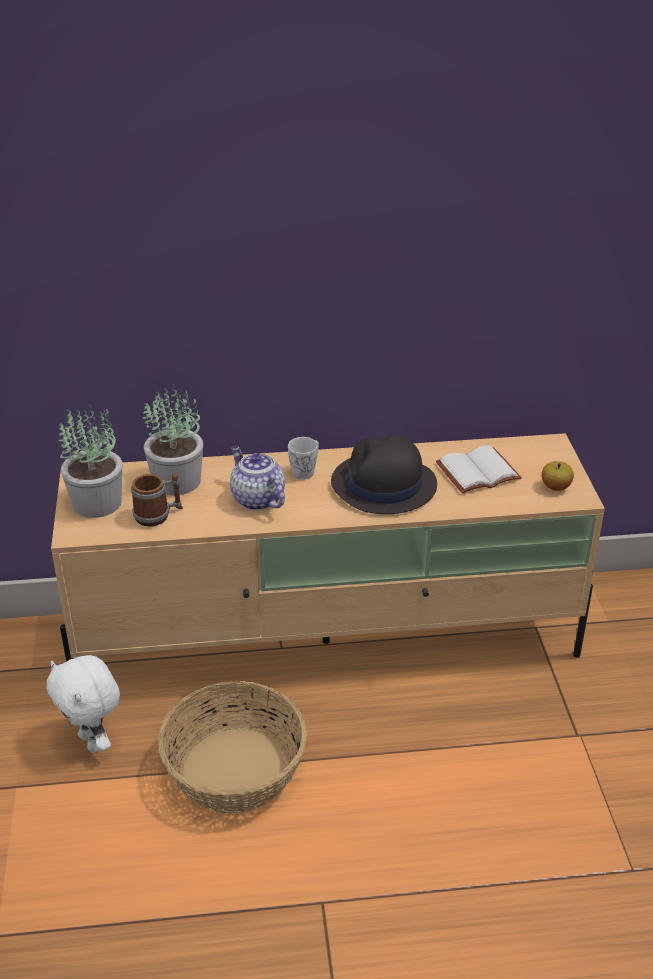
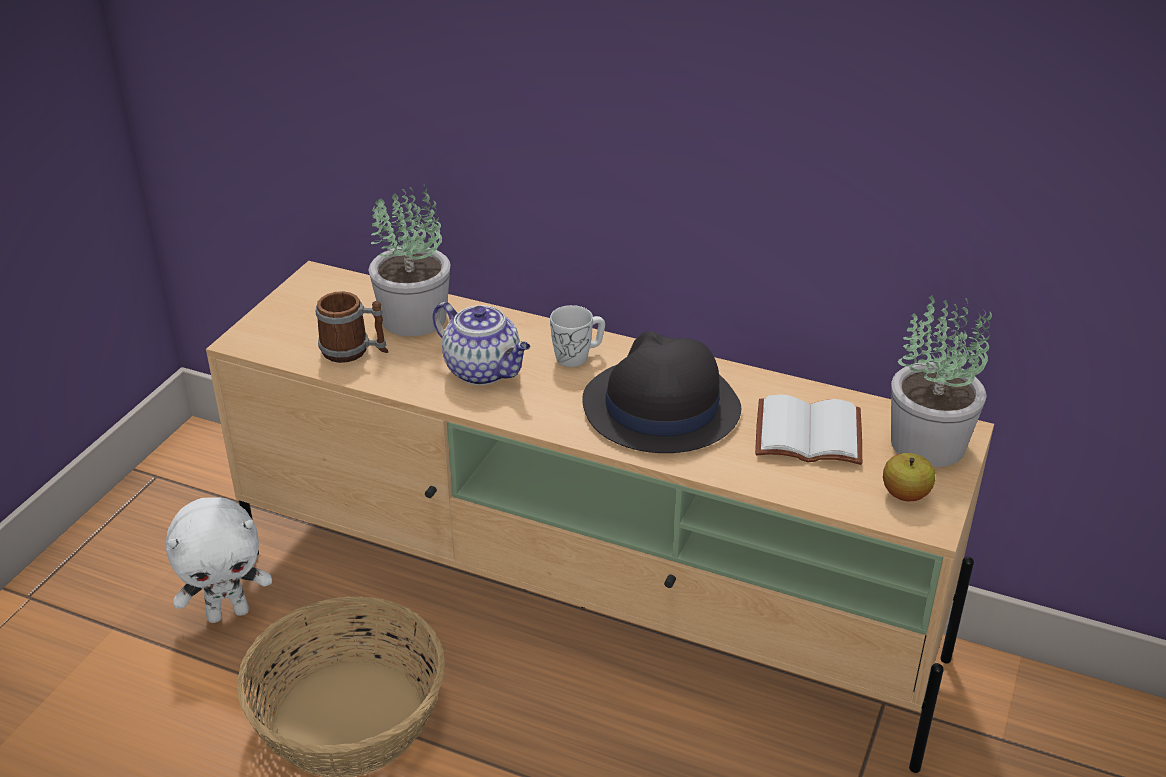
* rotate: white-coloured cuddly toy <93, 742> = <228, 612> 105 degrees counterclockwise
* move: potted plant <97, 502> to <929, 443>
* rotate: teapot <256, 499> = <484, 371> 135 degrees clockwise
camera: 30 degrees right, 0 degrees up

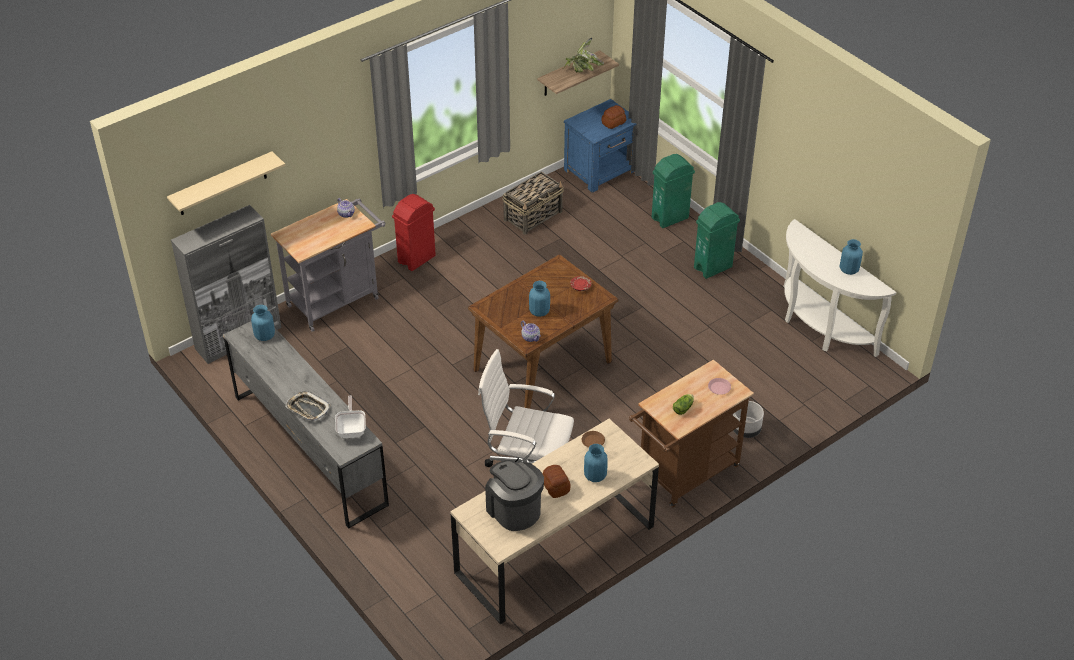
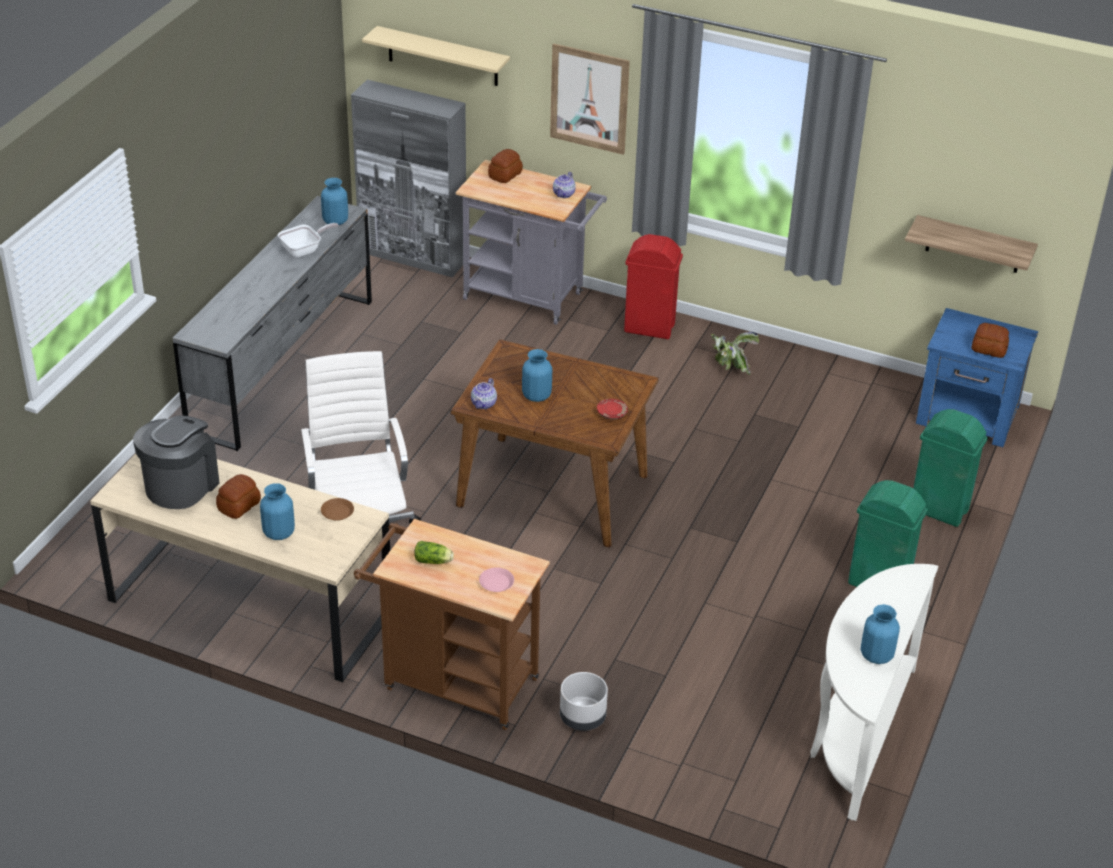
* delete: carrying tray <308, 409>
* move: pan <352, 429> to <305, 250>
* delete: basket <533, 215>
* move: potted plant <582, 71> to <729, 367>
* insert: bakery bread <506, 175>
* insert: wall art <589, 99>
camera: 60 degrees right, 5 degrees down

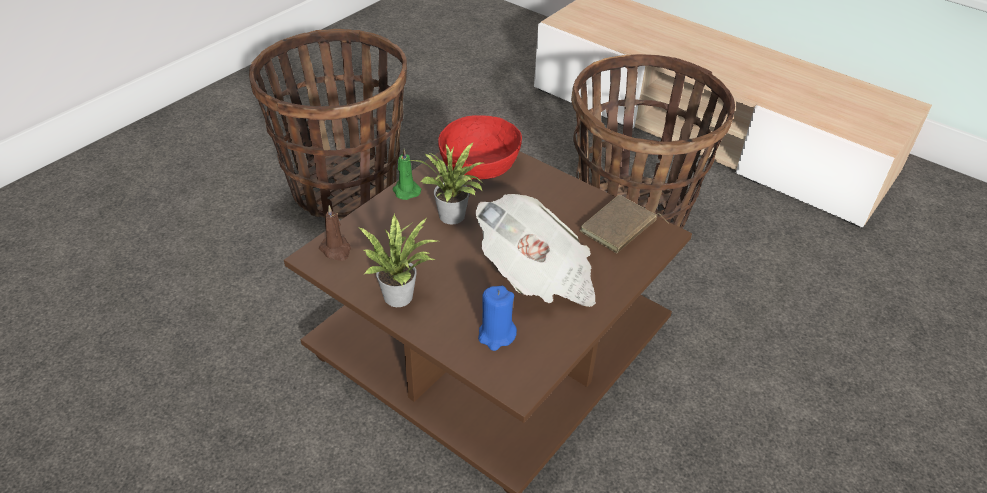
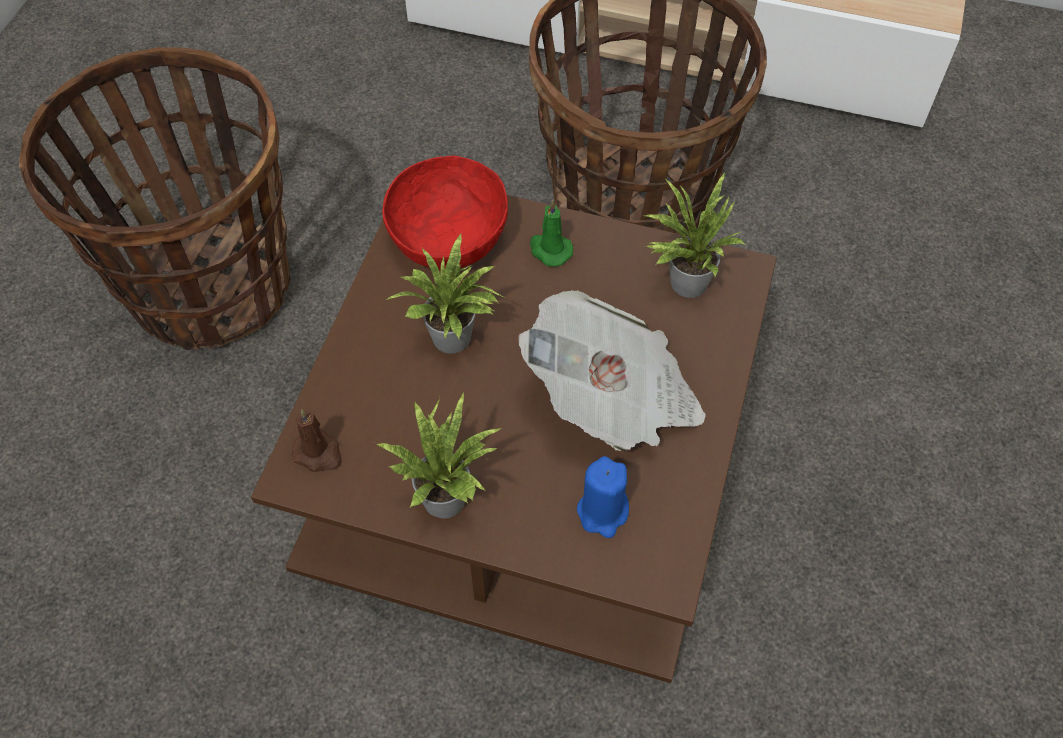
* move: green-coloured candle <405, 190> to <549, 250>
* replace: brown volume <619, 228> to potted plant <683, 281>
camera: 20 degrees left, 15 degrees up

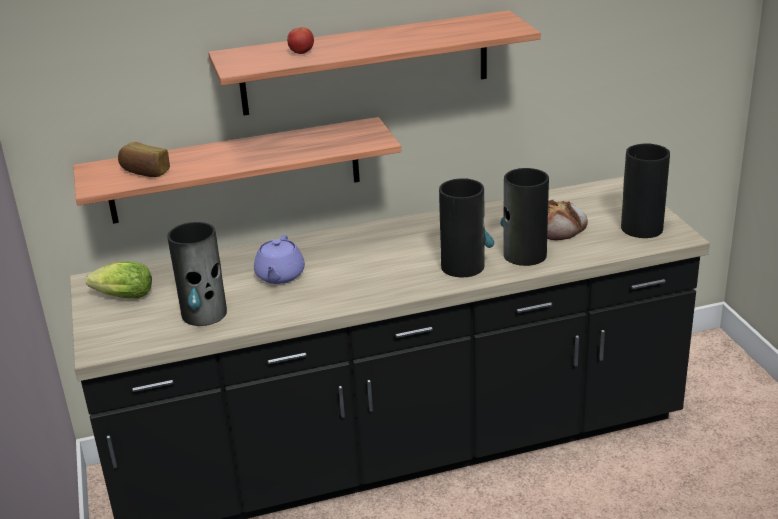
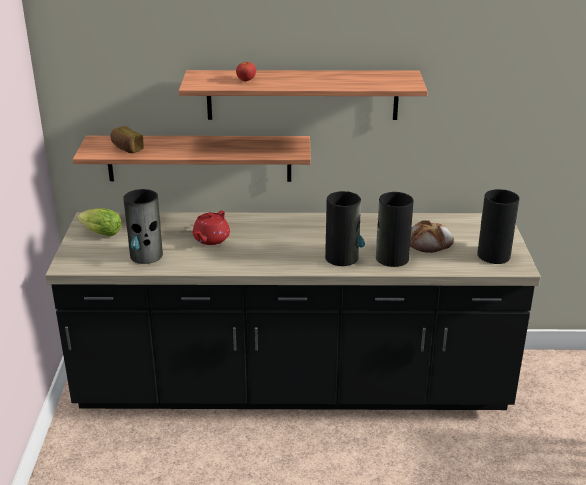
* recolor: purplish teapot <280, 276> to red-coloured teapot <211, 239>
camera: 15 degrees right, 0 degrees up

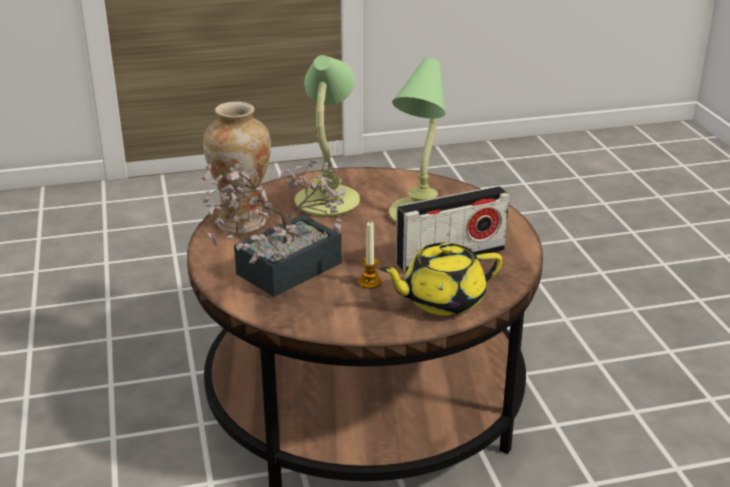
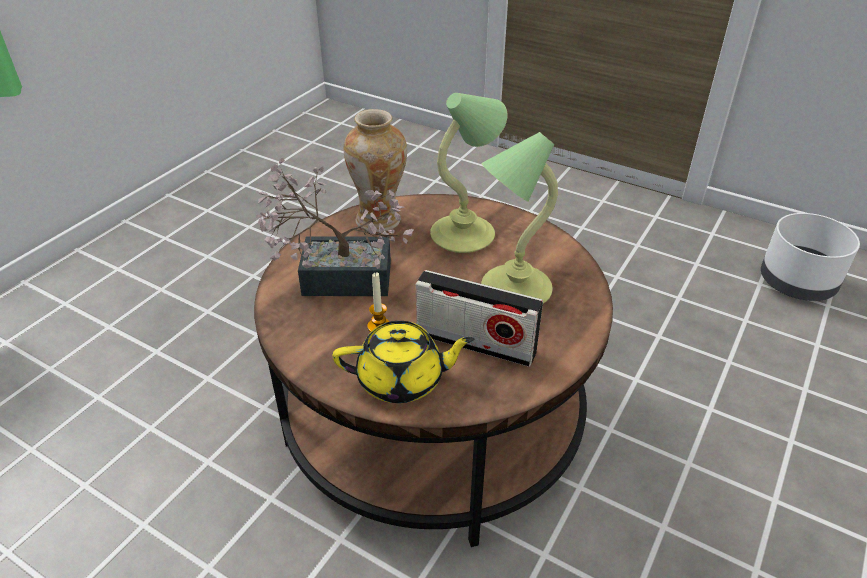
* rotate: yellow-coloured teapot <441, 300> = <402, 380> 150 degrees clockwise
* insert: white-coloured plant pot <797, 282>
camera: 45 degrees right, 10 degrees up

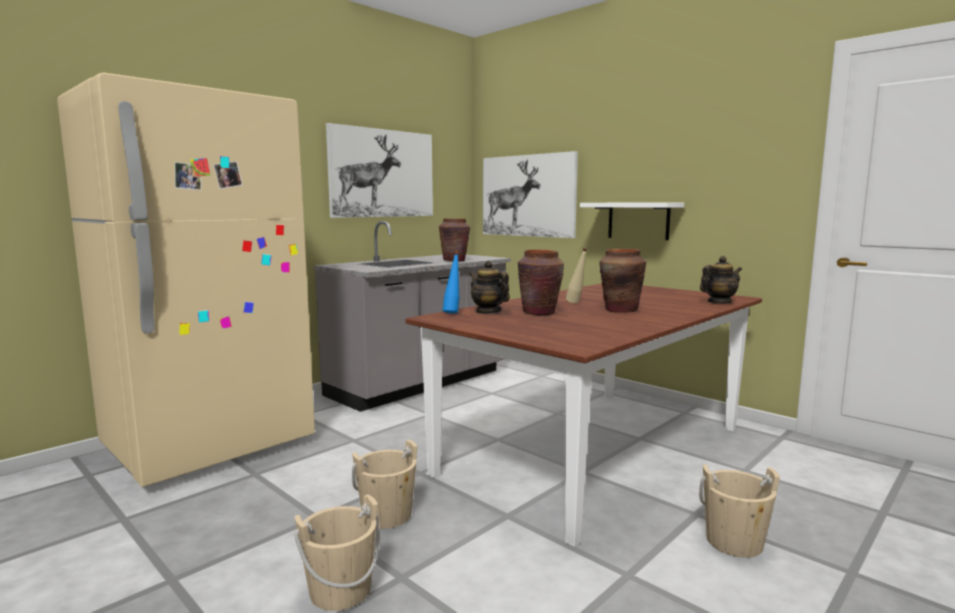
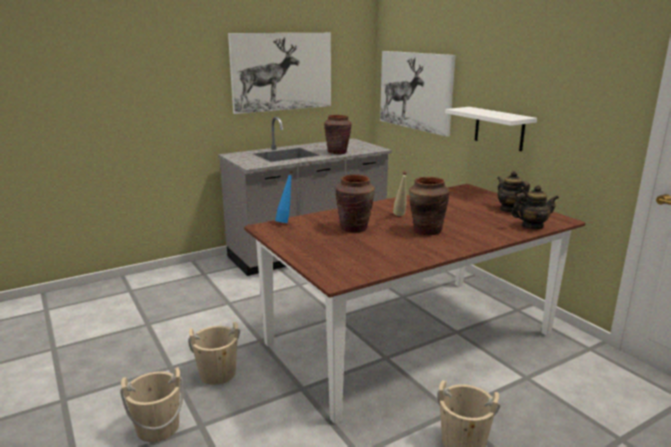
* delete: beige refrigerator <210, 446>
* move: teapot <488, 312> to <509, 209>
camera: 15 degrees right, 10 degrees up

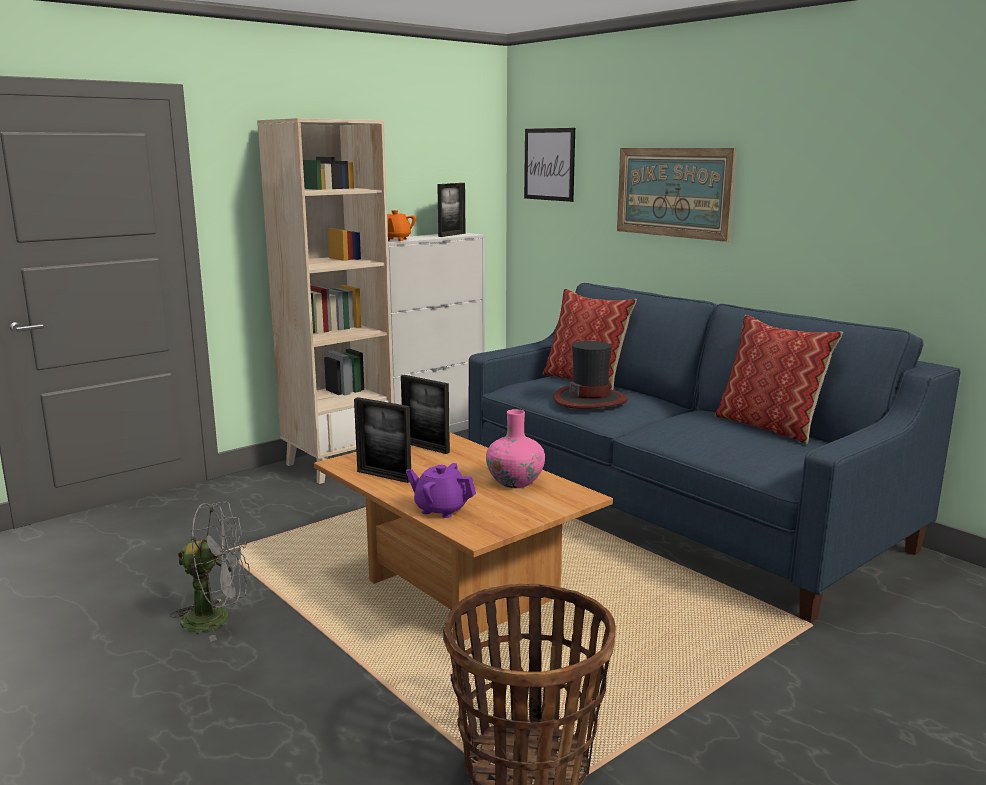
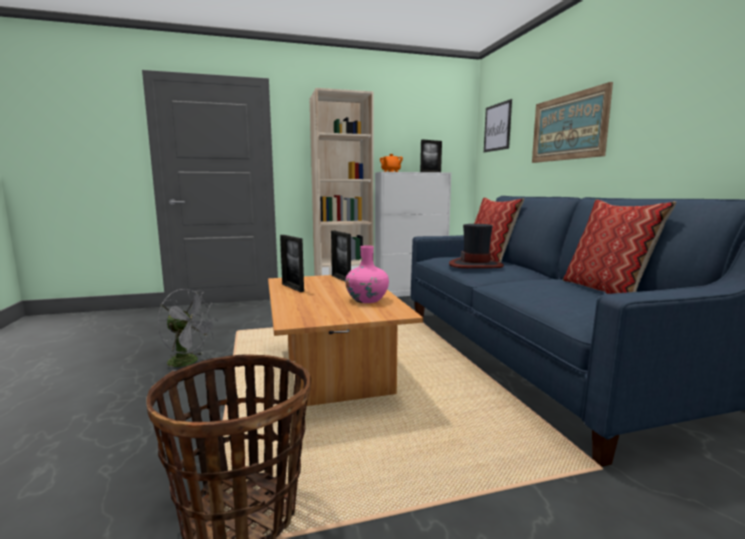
* delete: purplish teapot <441, 509>
camera: 25 degrees right, 5 degrees down

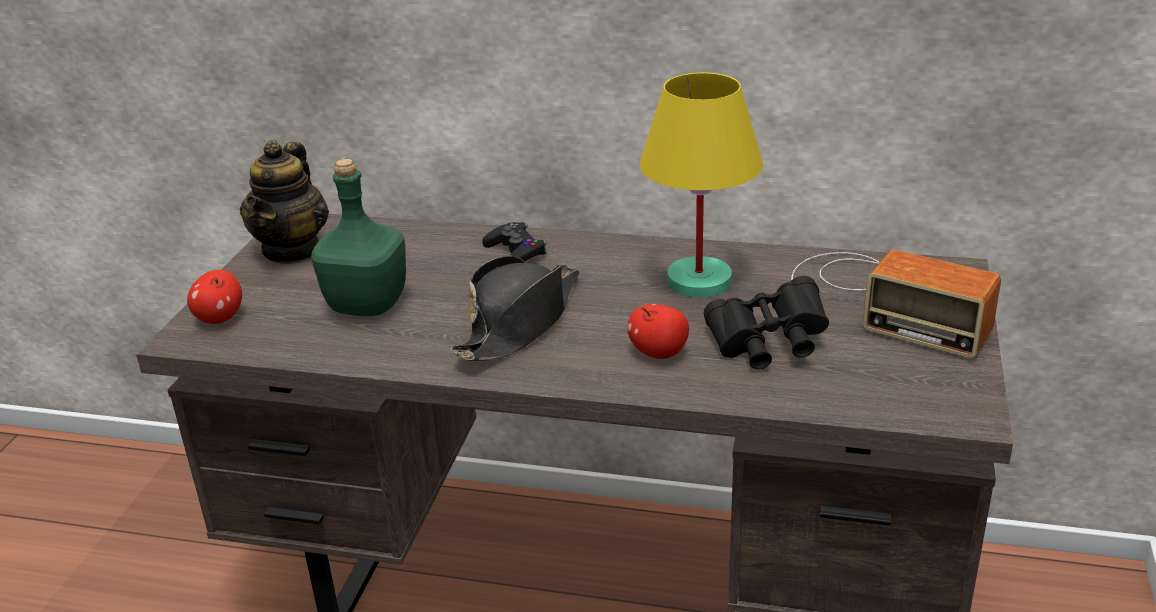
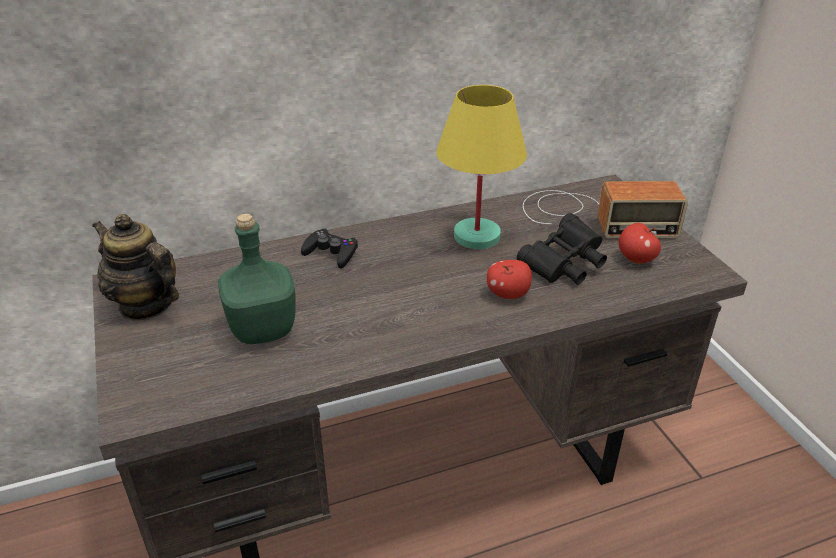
* move: apple fruit <219, 319> to <636, 259>
* rotate: teapot <293, 250> = <145, 305> 150 degrees clockwise
* delete: black-coloured hat <520, 322>
camera: 35 degrees left, 5 degrees up

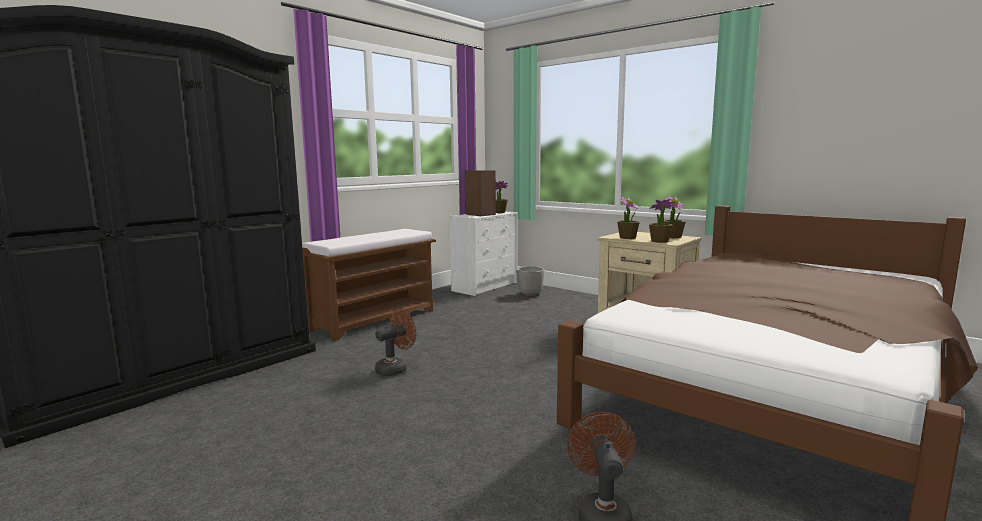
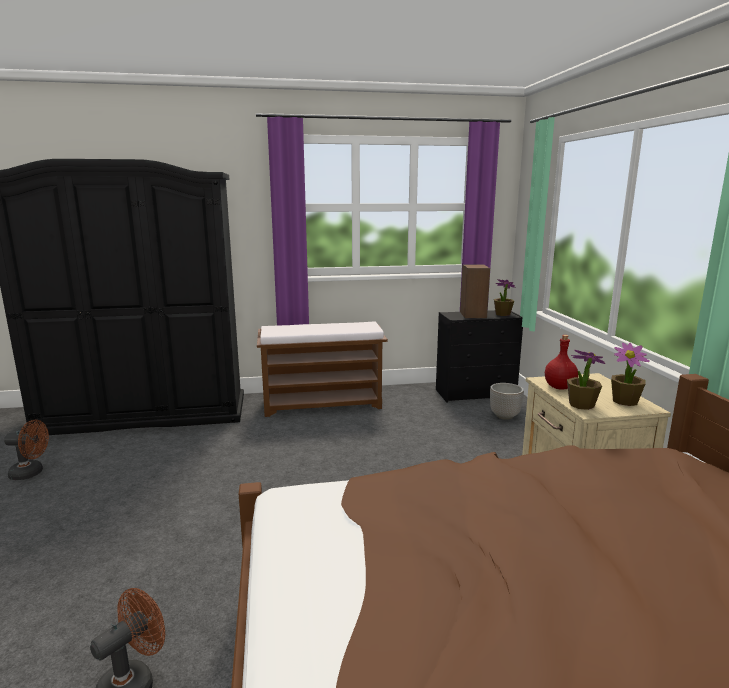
* move: brown electric fan <395, 369> to <31, 473>
* recolor: white-coloured drawer chest <485, 287> to black-coloured drawer chest <476, 393>
* replace: potted plant <627, 237> to red-coloured drink bottle <559, 387>
camera: 40 degrees right, 5 degrees up

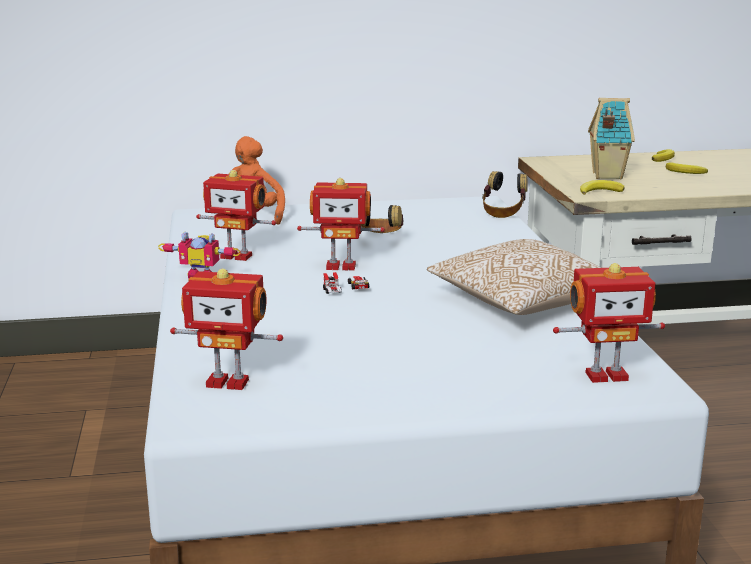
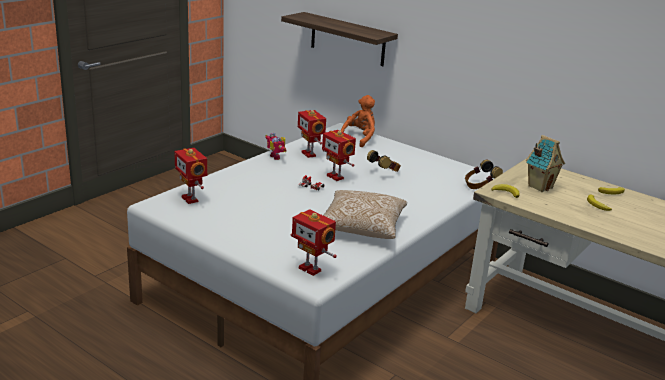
* insert: wall shelf <347, 39>
camera: 45 degrees right, 5 degrees up

